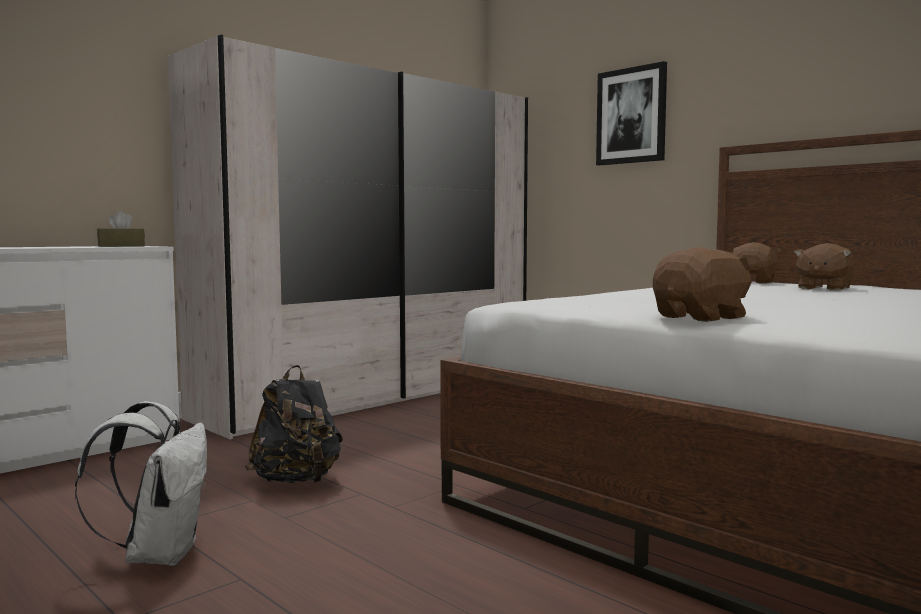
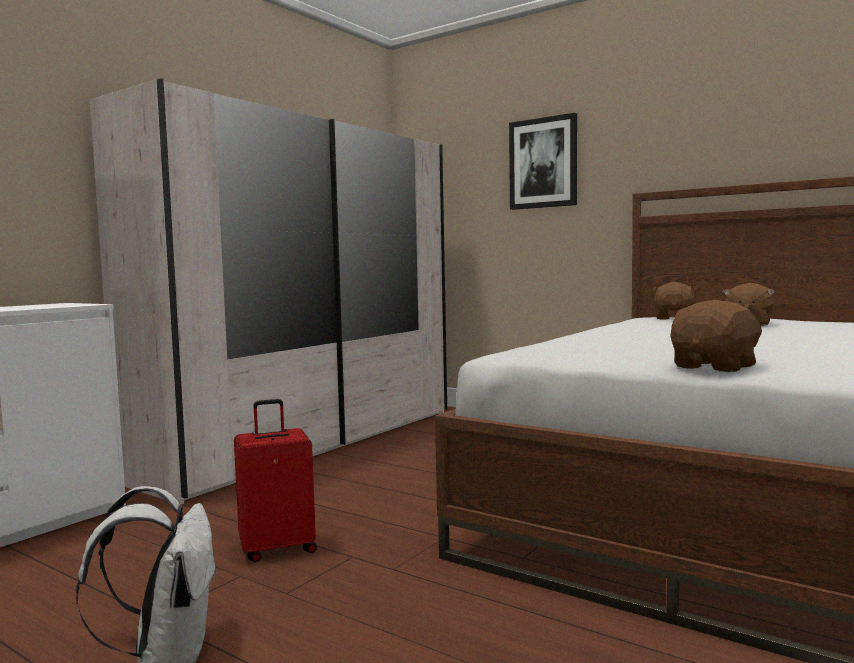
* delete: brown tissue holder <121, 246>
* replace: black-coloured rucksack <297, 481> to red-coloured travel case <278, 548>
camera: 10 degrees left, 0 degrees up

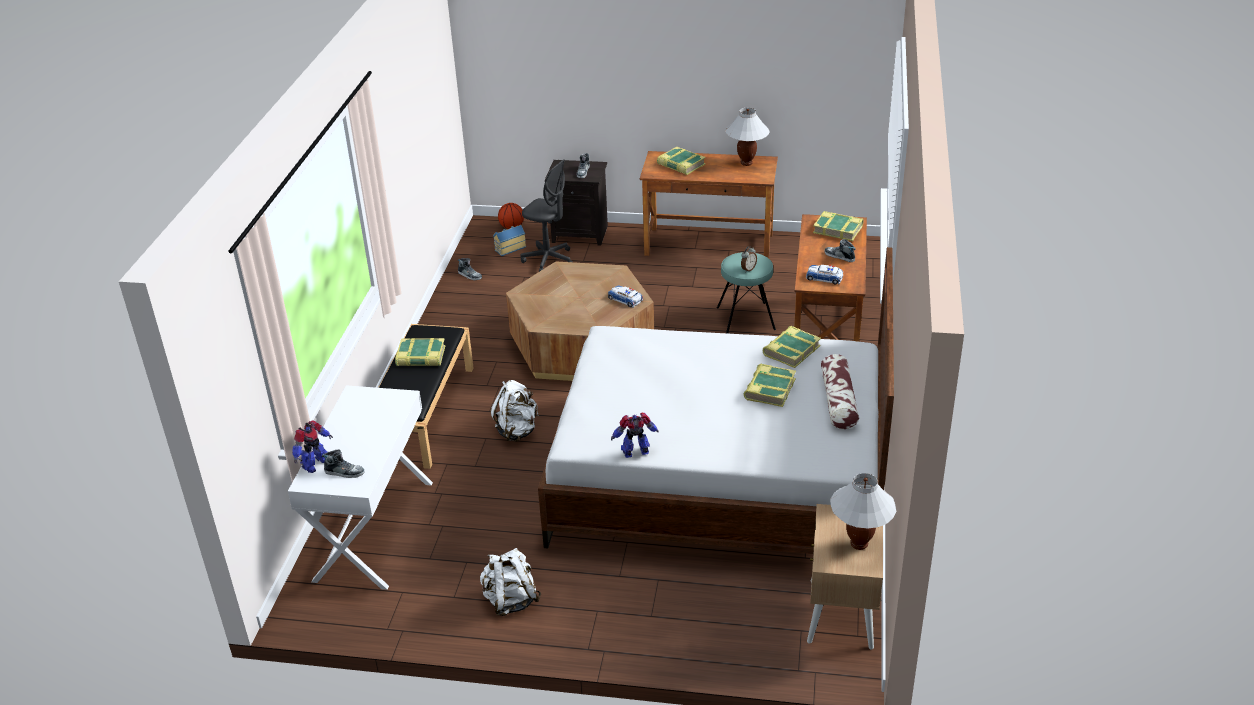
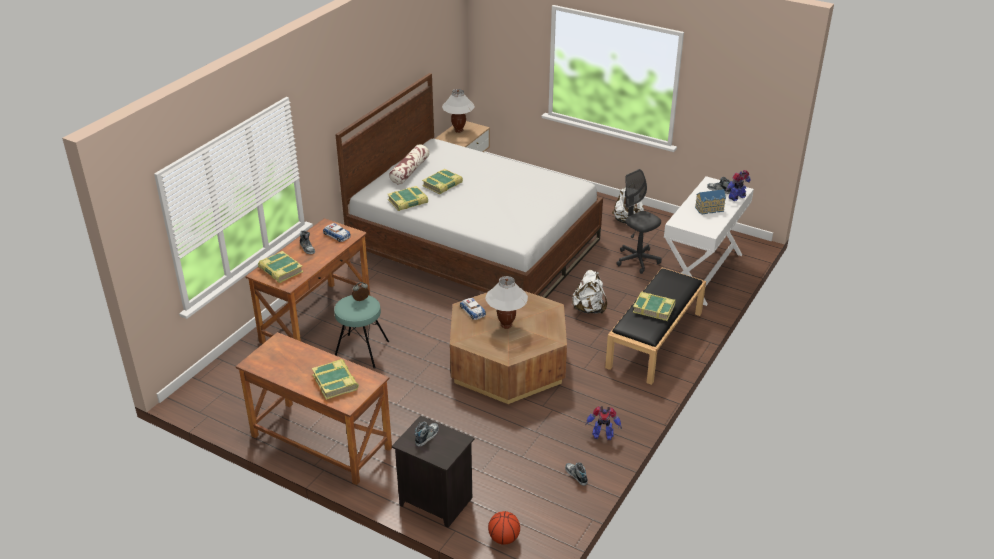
* move: miniature house <509, 248> to <710, 209>
* move: greyish computer chair <548, 260> to <637, 260>
* move: robot figure <636, 452> to <602, 435>
* move: white-coloured table lamp <746, 163> to <506, 325>
camera: 160 degrees left, 0 degrees up

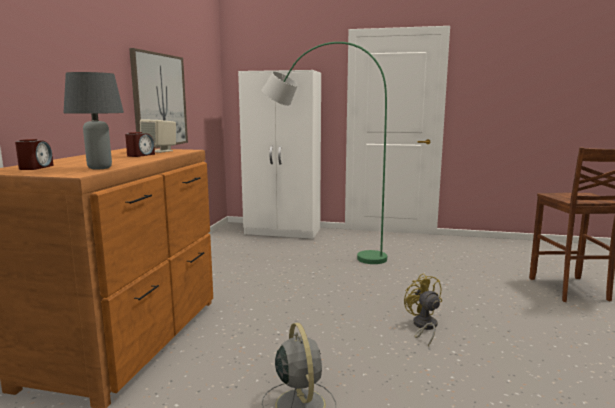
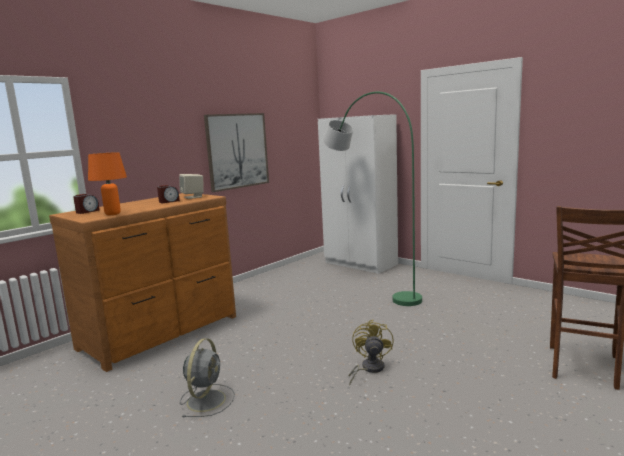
* recolor: greyish table lamp <100, 168> to orange table lamp <113, 214>
camera: 30 degrees right, 0 degrees up

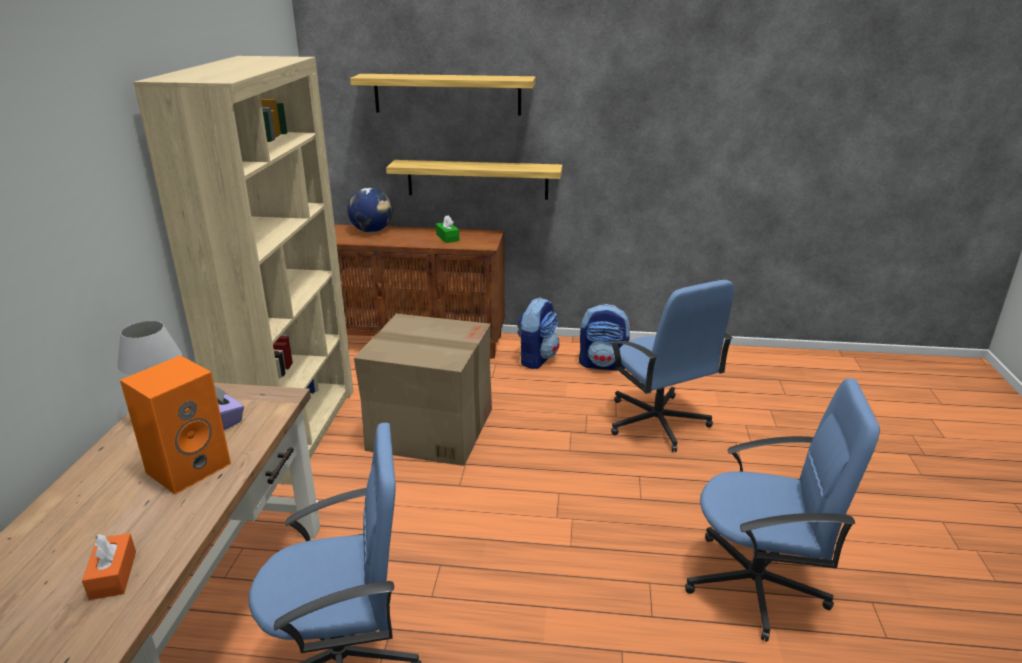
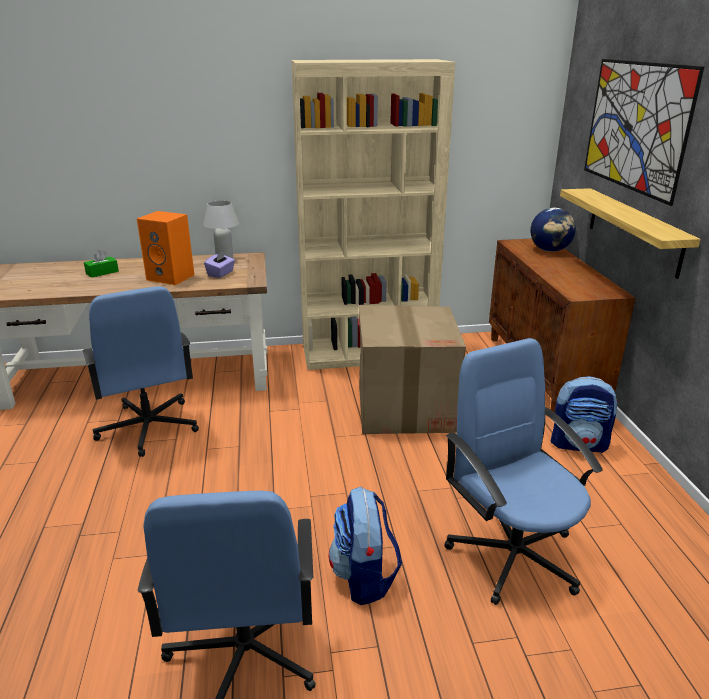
* delete: orange tissue holder <113, 575>
* replace: wall shelf <447, 94> to wall art <635, 126>
* move: green-coloured tissue holder <447, 238> to <102, 272>
* move: rucksack <603, 364> to <364, 577>
* rotate: blue-coloured computer chair <657, 423> = <513, 554> 105 degrees clockwise
camera: 75 degrees right, 0 degrees up

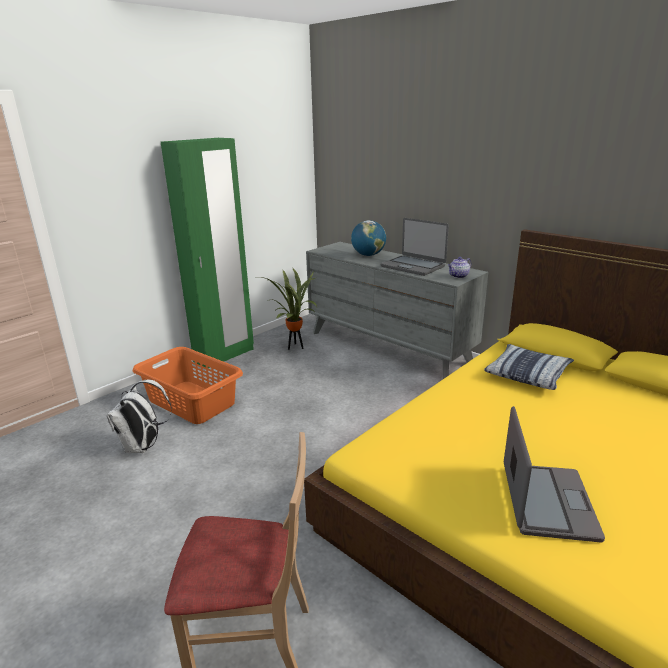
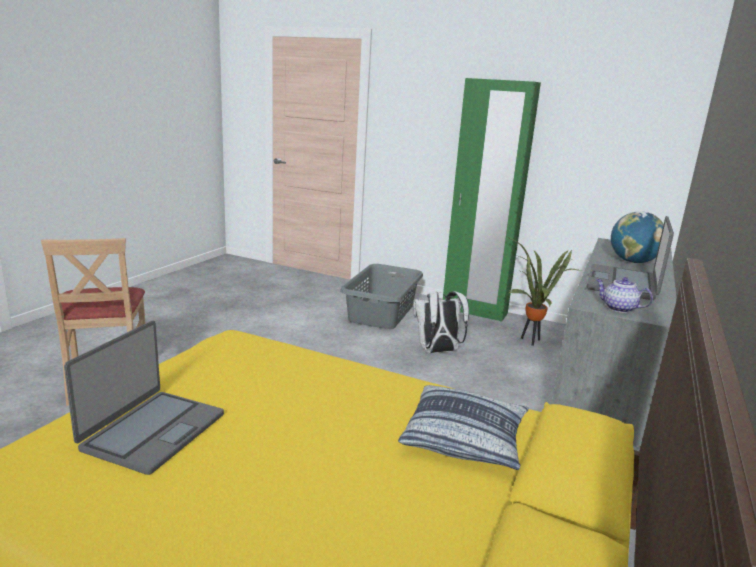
* move: white-coloured rucksack <143, 446> to <437, 351>
* recolor: orange laundry basket <192, 401> to greyish laundry basket <382, 313>
* rotate: portable computer <546, 502> = <153, 431> 60 degrees counterclockwise
camera: 70 degrees right, 5 degrees down

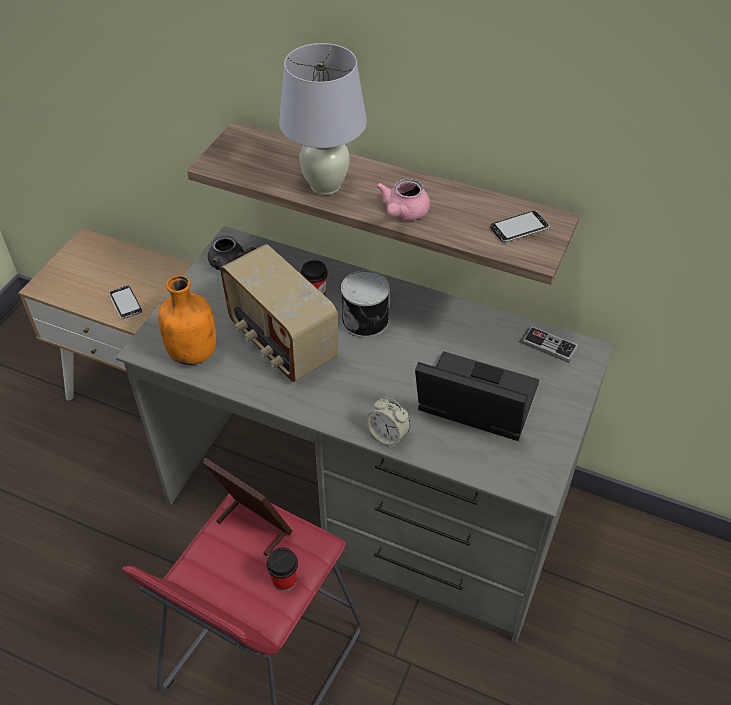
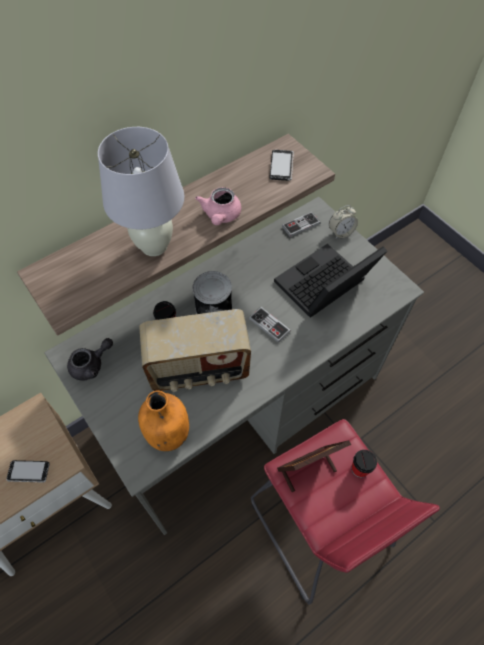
* move: bedside clock <387, 436> to <340, 232>
* rotate: pink-coloured teapot <403, 213> = <221, 216> 45 degrees clockwise
* insert: gamepad <269, 325>
camera: 60 degrees left, 10 degrees up

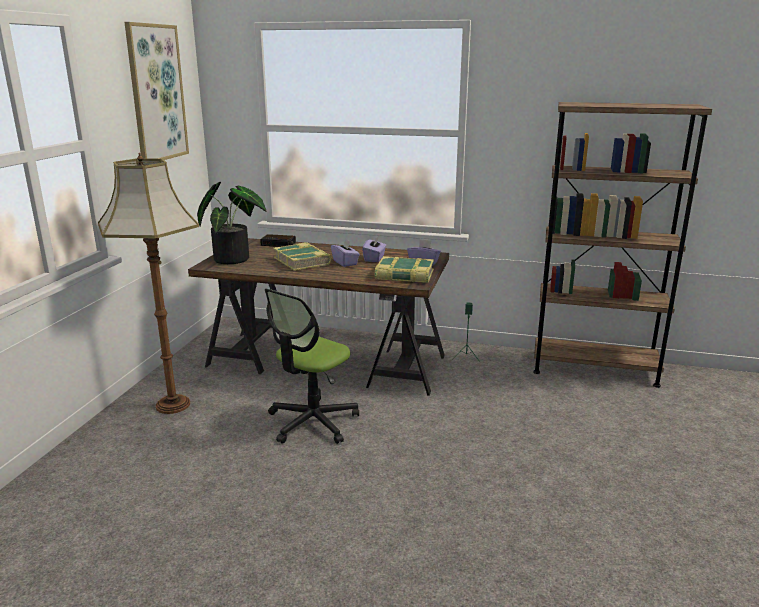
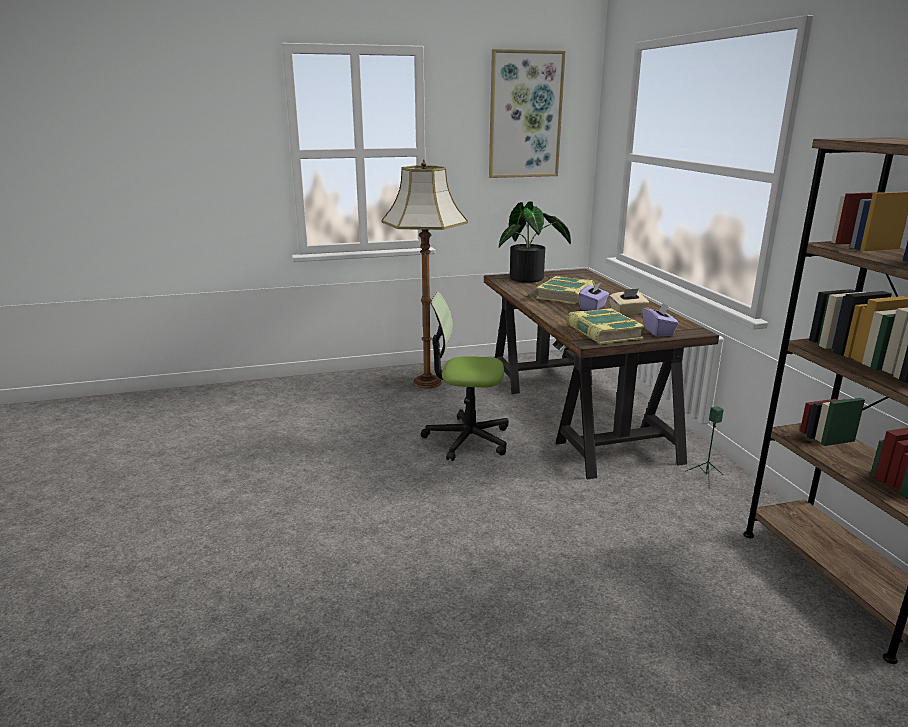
* delete: bedside clock <279, 243>
* recolor: purplish tissue holder <374, 258> to beige tissue holder <627, 313>
camera: 60 degrees right, 0 degrees up

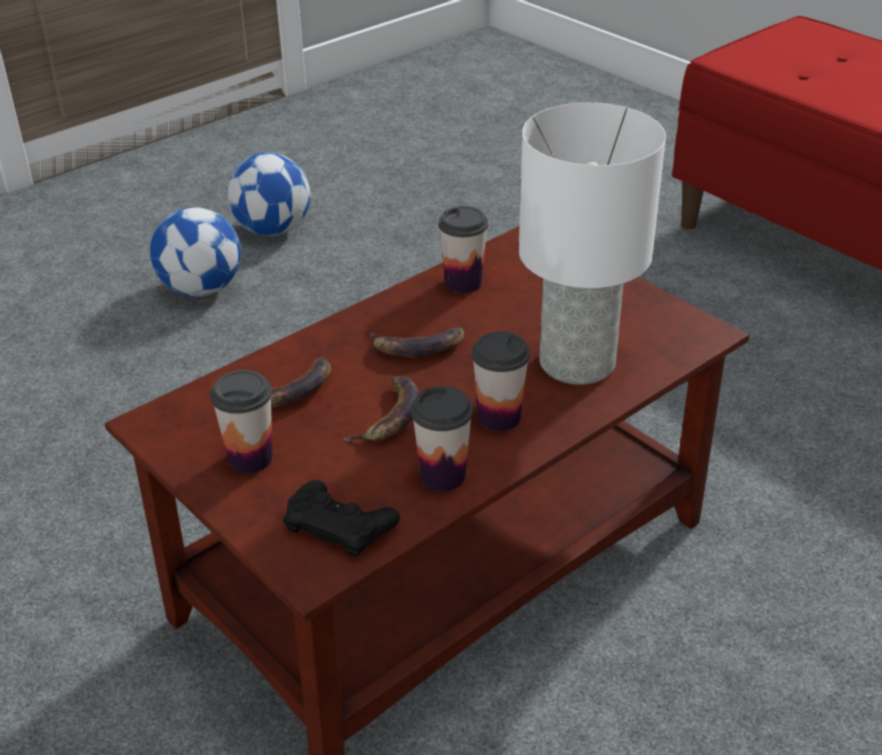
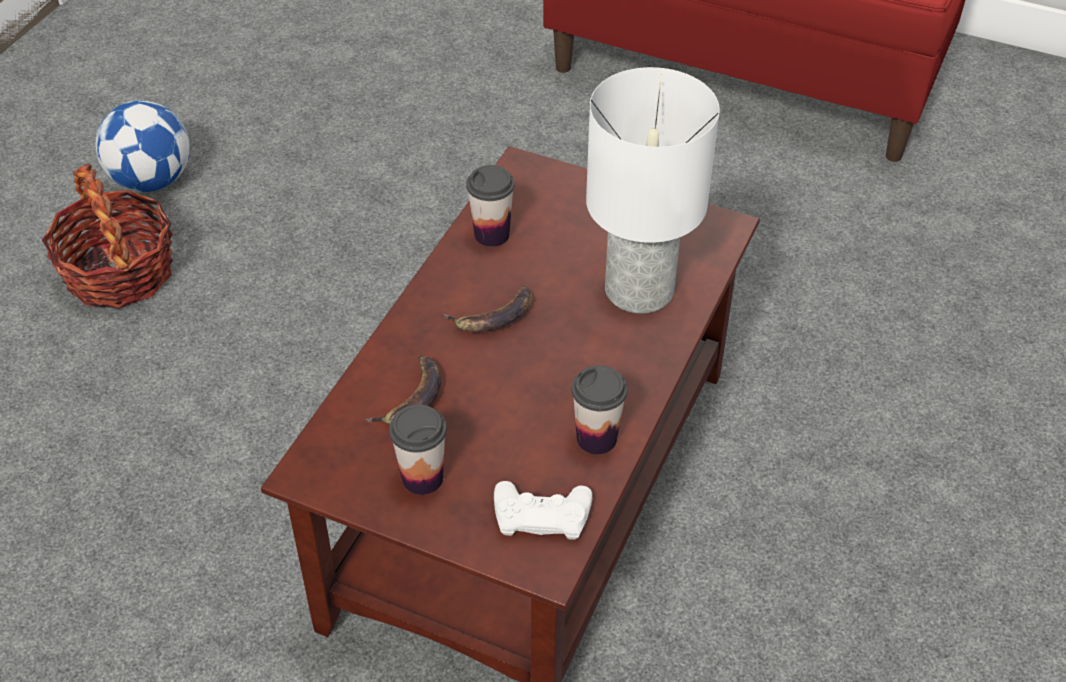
* replace: football ball <201, 289> to basket <119, 273>
* recolor: black-coloured gamepad <339, 525> to white-coloured gamepad <541, 514>
* delete: banana <389, 416>
* delete: small cup <499, 417>
camera: 25 degrees left, 10 degrees up

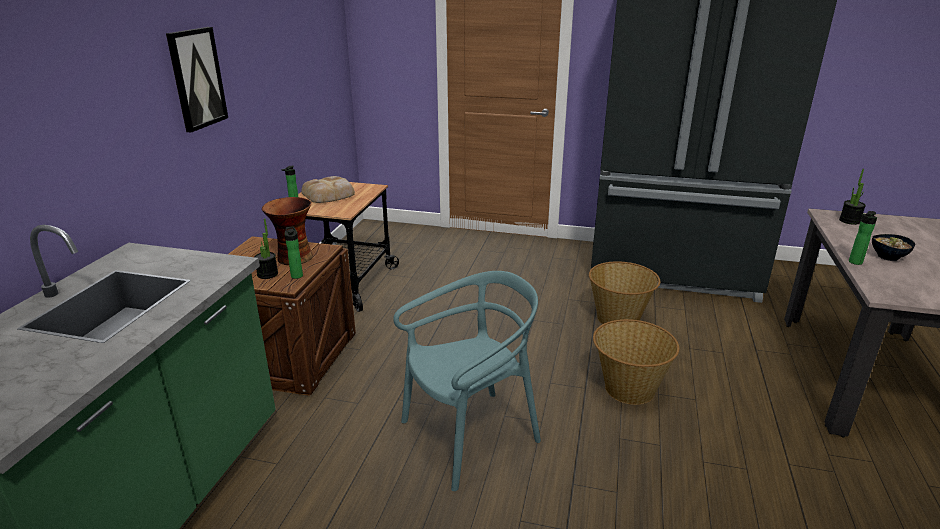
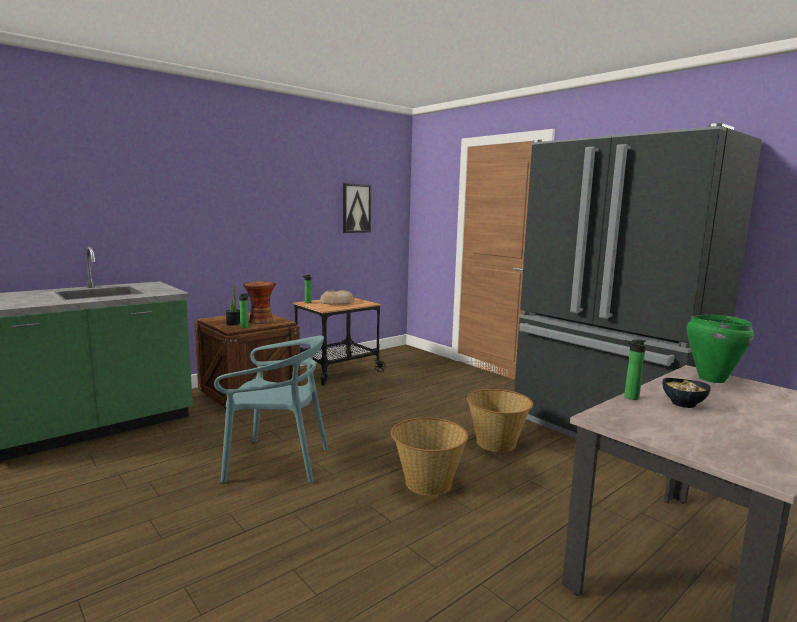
* move: wall art <197, 78> to <356, 208>
* replace: potted plant <849, 221> to green-coloured stockpot <711, 379>
camera: 35 degrees right, 15 degrees down

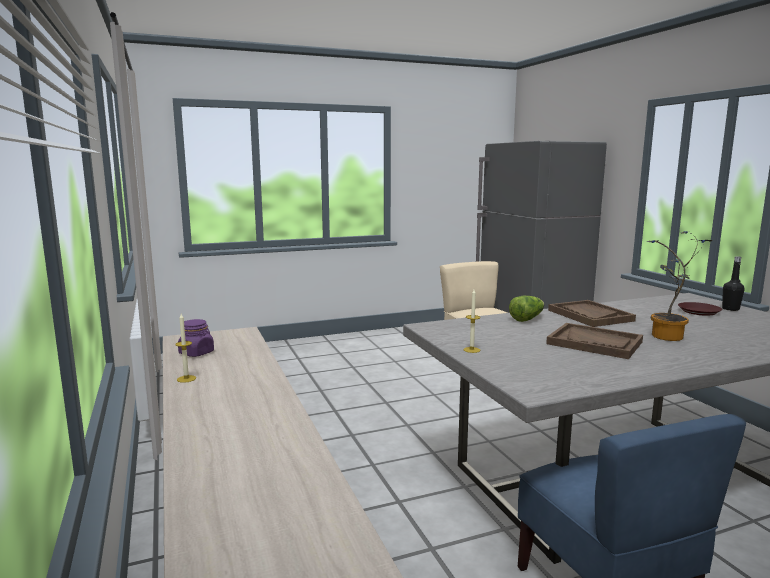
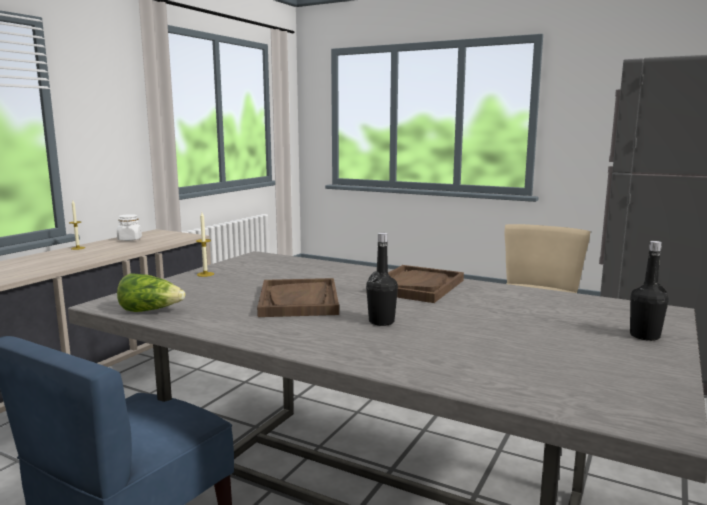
* recolor: purplish jar <196, 353> to white-coloured jar <130, 239>
* move: lettuce <527, 318> to <151, 310>
* replace: potted plant <667, 338> to black-coloured drink bottle <381, 322>
* delete: brown flat dish <699, 312>
camera: 50 degrees right, 0 degrees up

